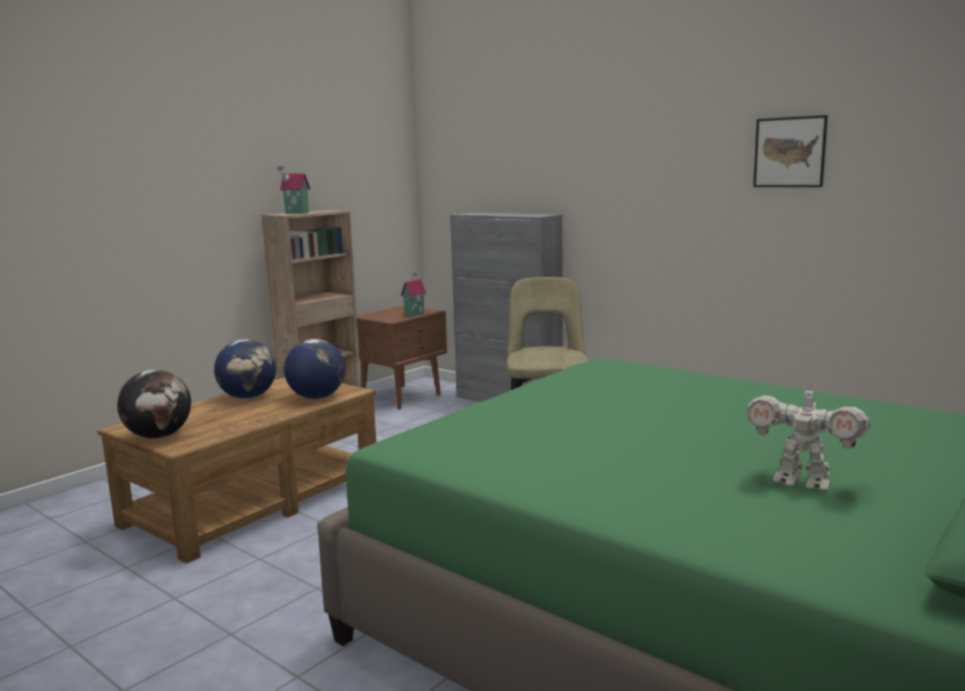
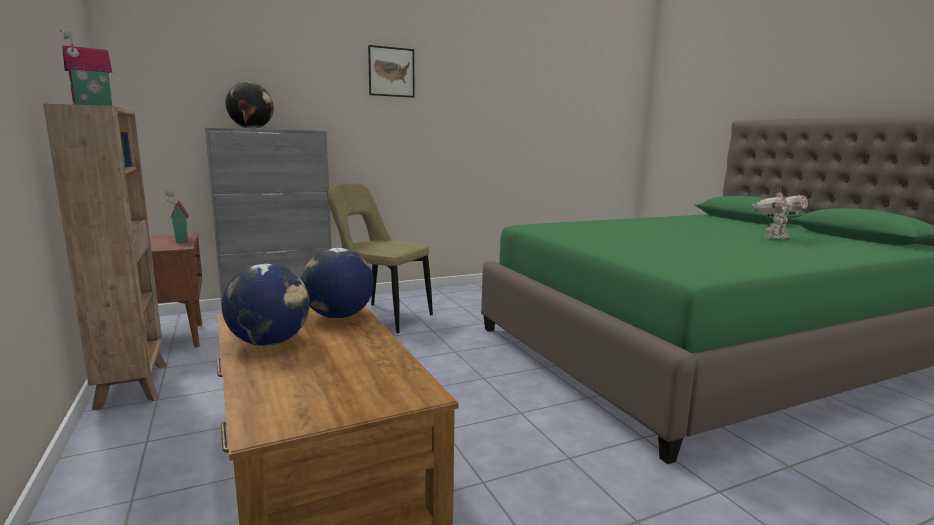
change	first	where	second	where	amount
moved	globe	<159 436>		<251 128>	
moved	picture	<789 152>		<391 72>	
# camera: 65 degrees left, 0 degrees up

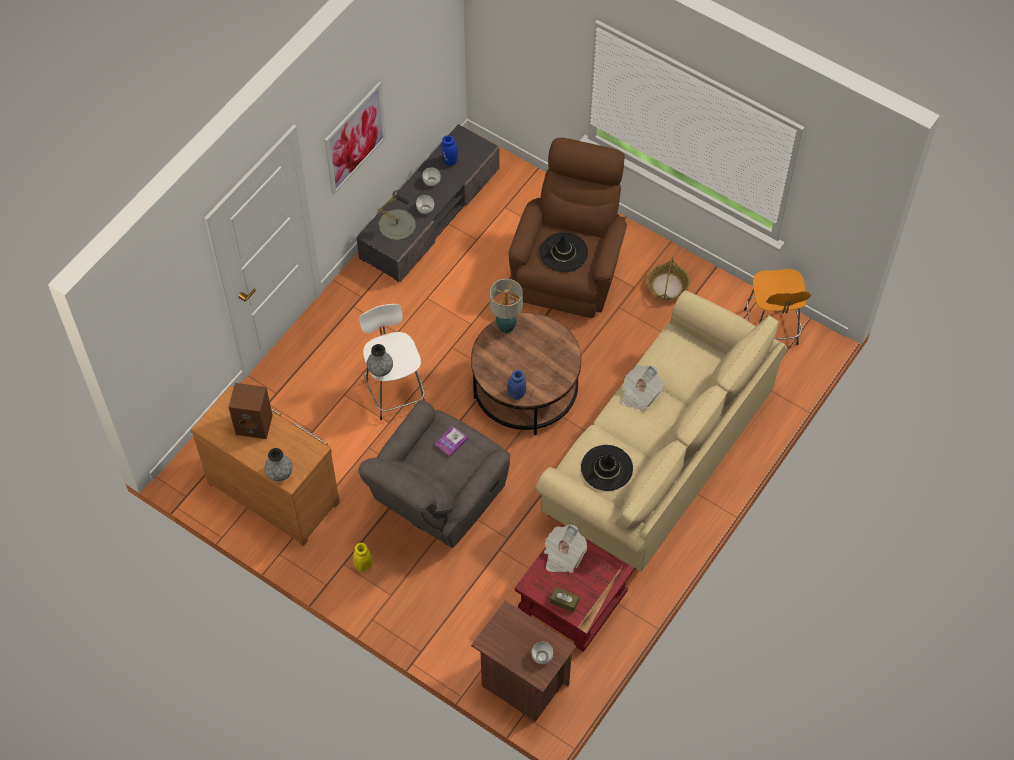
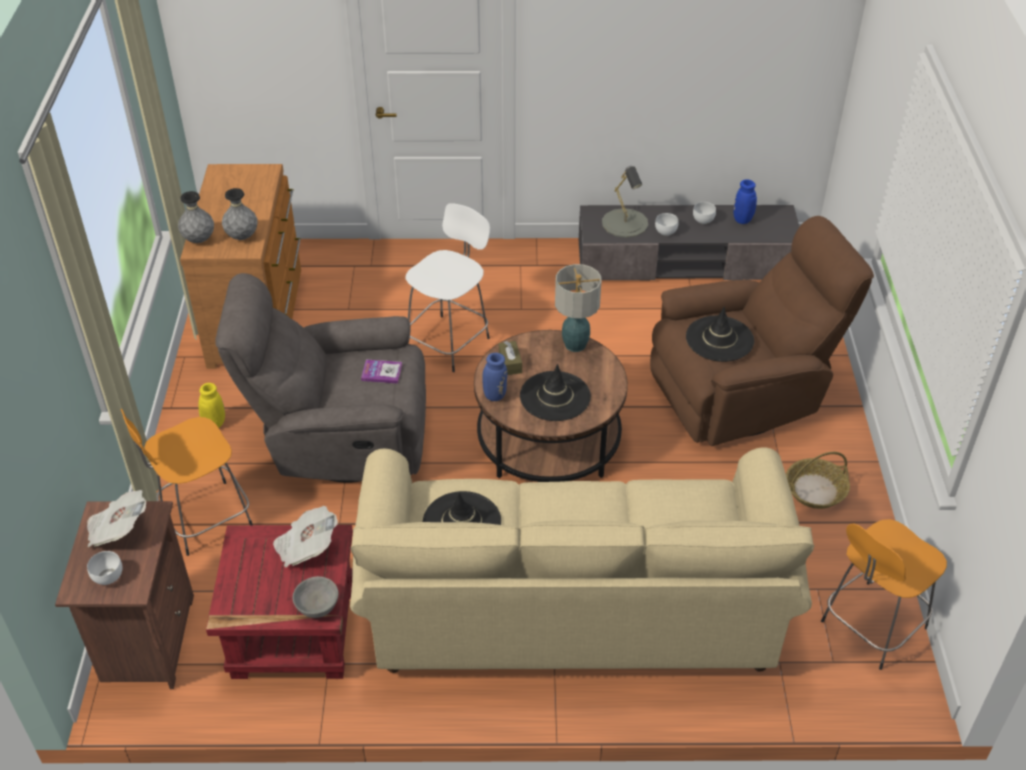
change	first	where	second	where	amount
removed	brown speaker	<255 424>			
removed	picture	<355 138>			
added			orange stool	<203 519>	
added			grey bowl	<317 607>	
added			black hat	<555 396>	
moved	grey vase	<380 370>		<242 237>	
moved	brown tissue box	<564 601>		<510 363>	
moved	newspaper	<639 394>		<118 530>	
# camera: 55 degrees right, 15 degrees down

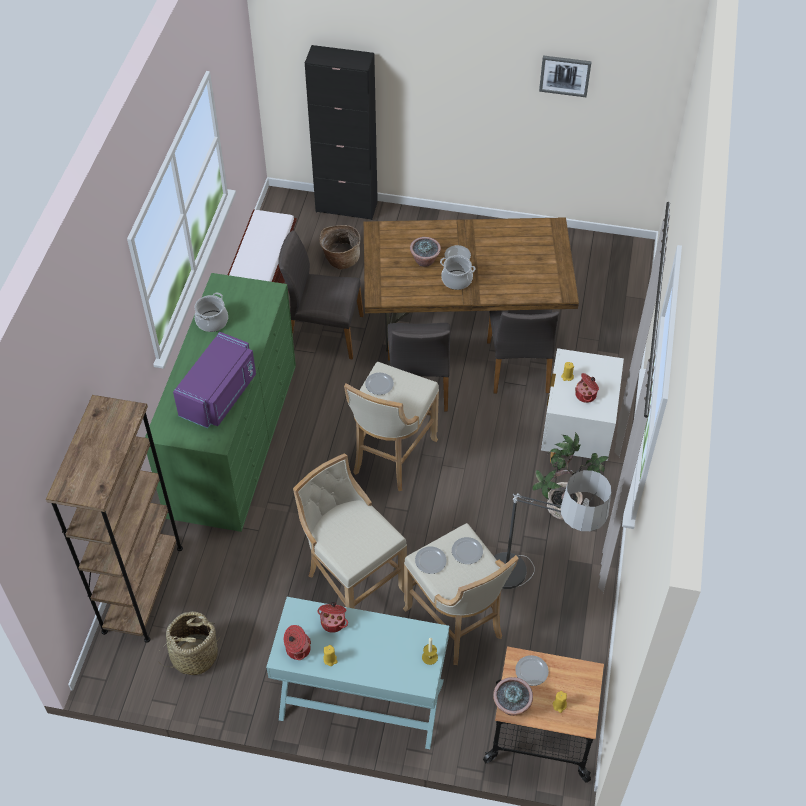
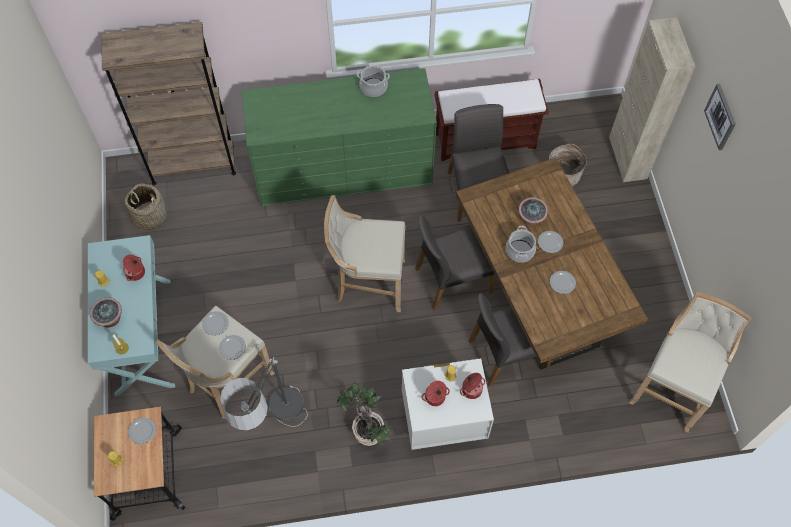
change	first	where	second	where	amount
removed	purple microwave	<220 395>			
moved	cooking pot	<297 649>		<471 389>	
moved	beige stool	<352 583>		<671 387>	
moved	plate	<379 385>		<562 283>	
moved	potted plant	<511 705>		<110 319>	
moved	picture	<565 75>		<721 117>	
recoloured	black cabinet	<346 207>	beige cabinet	<627 158>	
# camera: 70 degrees right, 10 degrees up

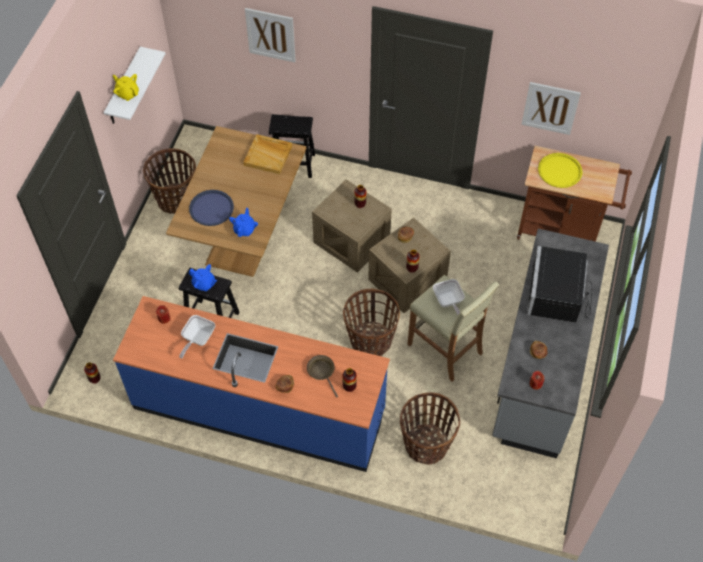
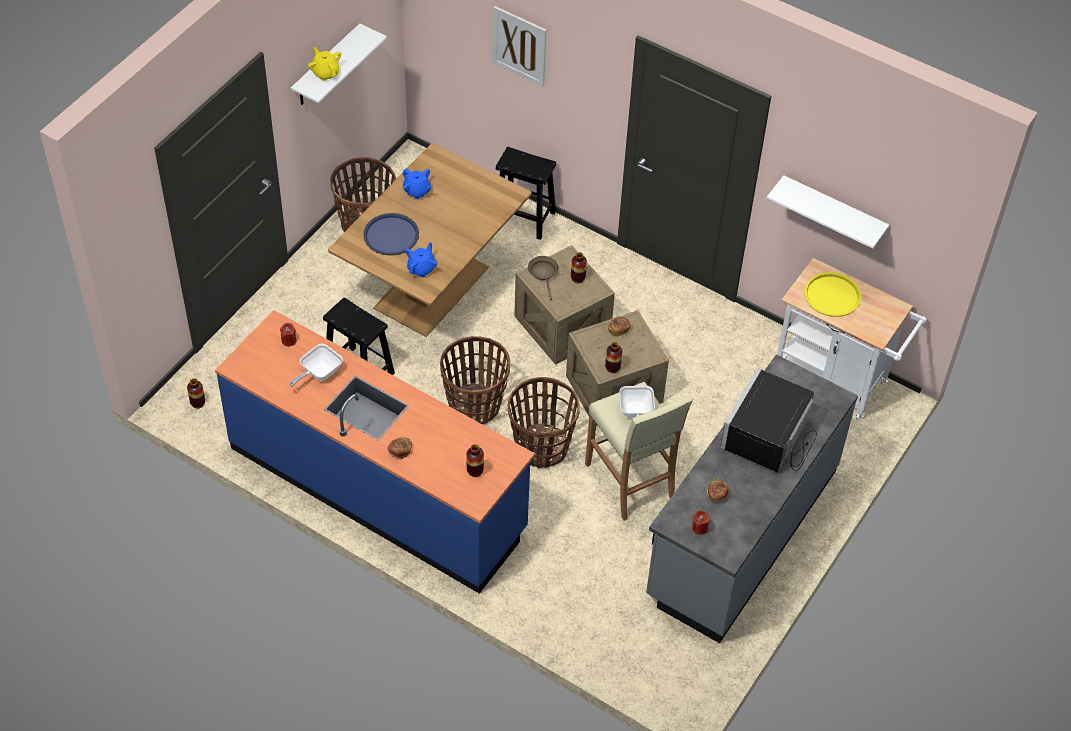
change	first	where	second	where	amount
removed	beige tray	<268 155>			
moved	blue teapot	<204 284>		<417 191>	
moved	brown frying pan	<322 372>		<543 274>	
moved	basket	<426 444>		<474 405>	
replaced	picture	<550 108>	white shelf	<833 211>	
recoloured	brown cart	<563 231>	white cart	<836 382>	
# camera: 15 degrees right, 5 degrees down

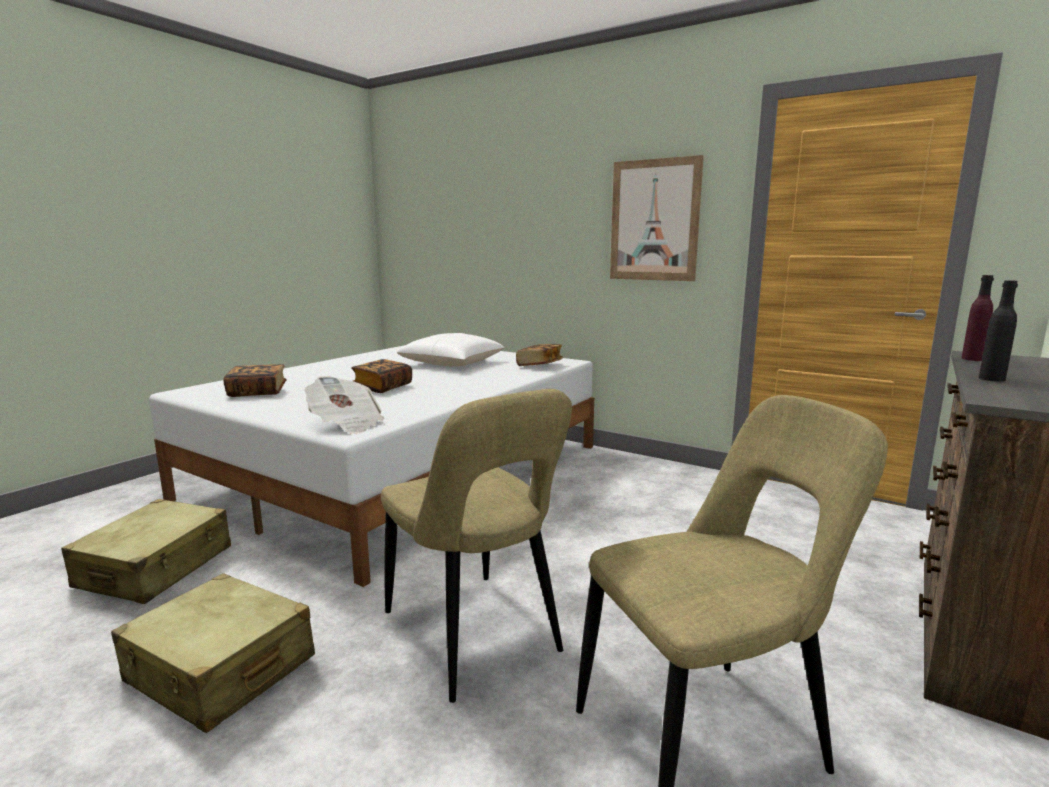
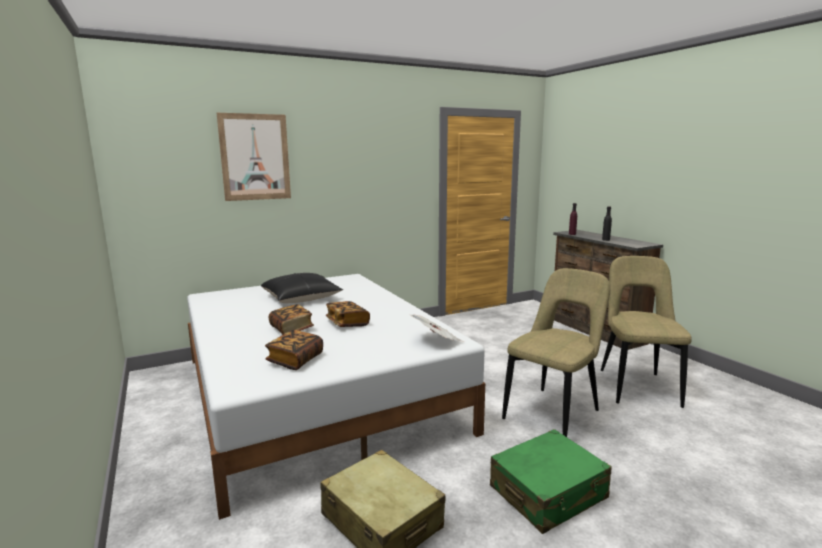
change	first	where	second	where	amount
moved	book	<539 365>		<291 329>	
moved	picture	<654 220>		<255 157>	
recoloured	beige suitcase	<220 670>	green suitcase	<548 493>	
recoloured	white pillow	<452 363>	black pillow	<301 298>	
turned	beige chair	<475 637>		<554 413>	45 degrees counterclockwise
# camera: 60 degrees left, 0 degrees up

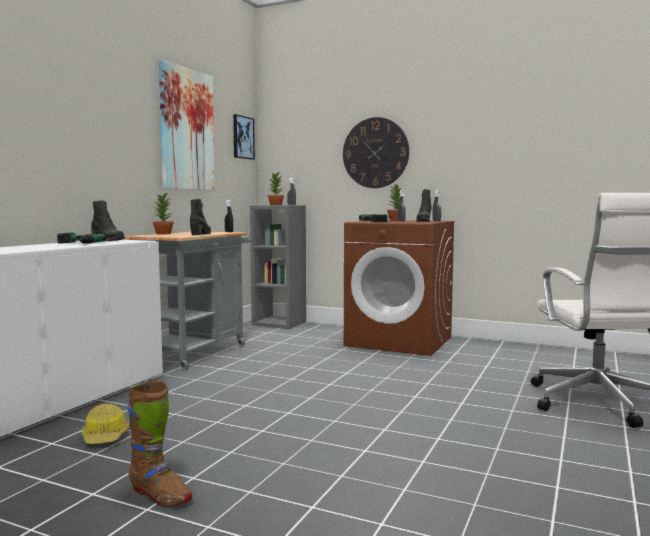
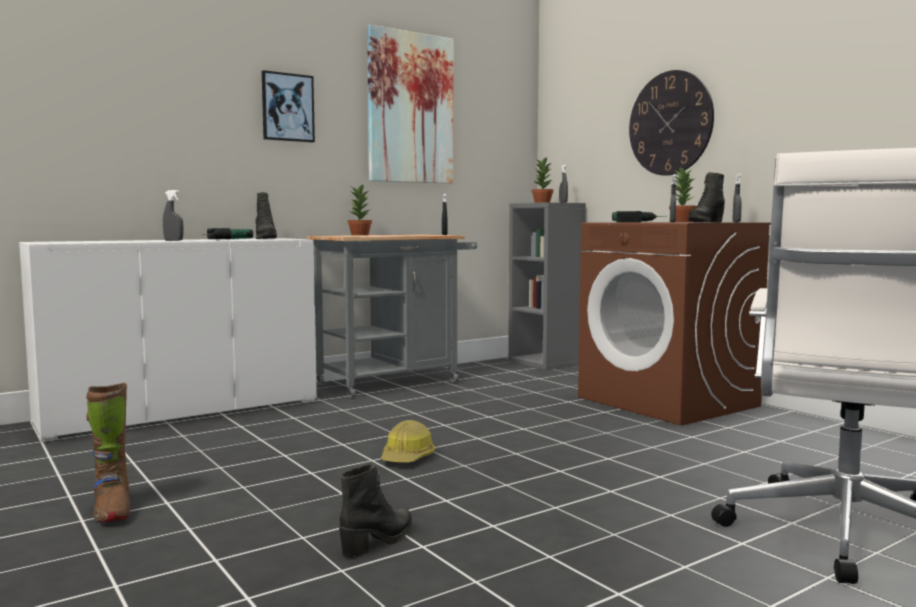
change	first	where	second	where	amount
added			grey spray bottle	<173 240>	
moved	hard hat	<105 437>		<407 458>	
moved	black boot	<201 234>		<379 541>	
moved	picture	<242 137>		<287 107>	
# camera: 30 degrees right, 0 degrees up

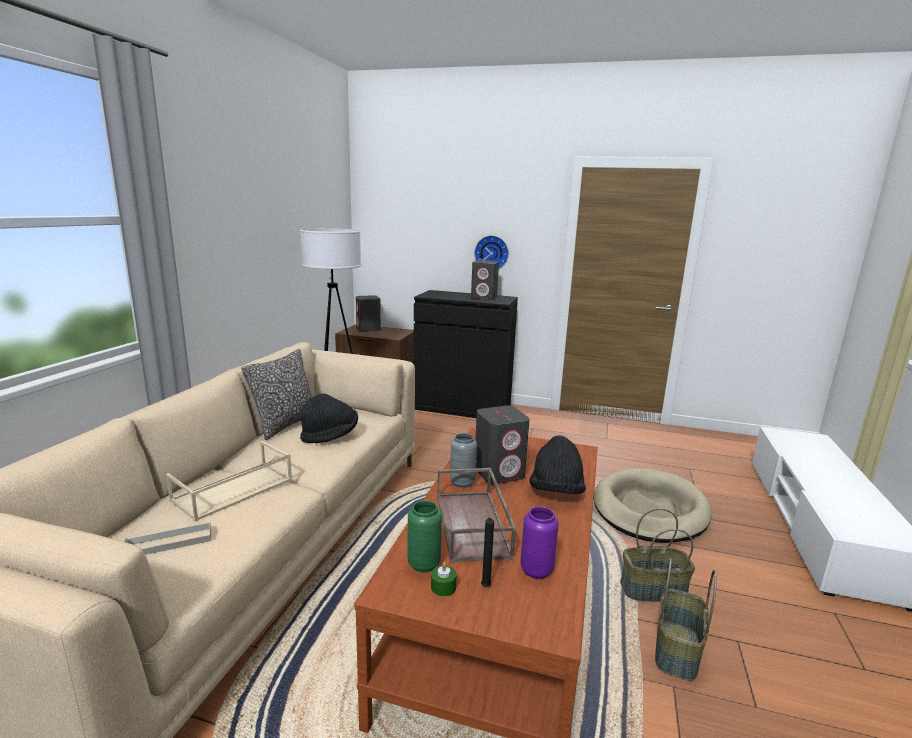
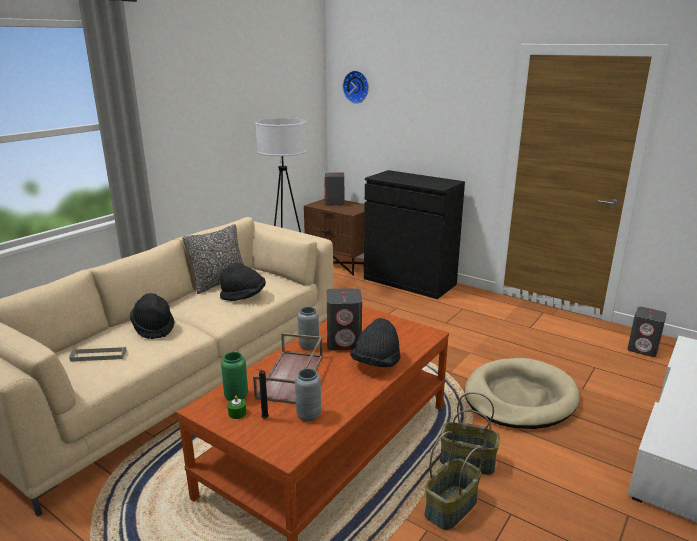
change	first	where	second	where	amount
moved	grey speaker	<484 298>		<643 349>	
moved	wall clock	<492 253>		<357 86>	
replaced	beige tray	<232 490>	black hat	<154 328>	
recoloured	purple vase	<536 570>	grey vase	<308 415>	
# camera: 20 degrees right, 5 degrees up

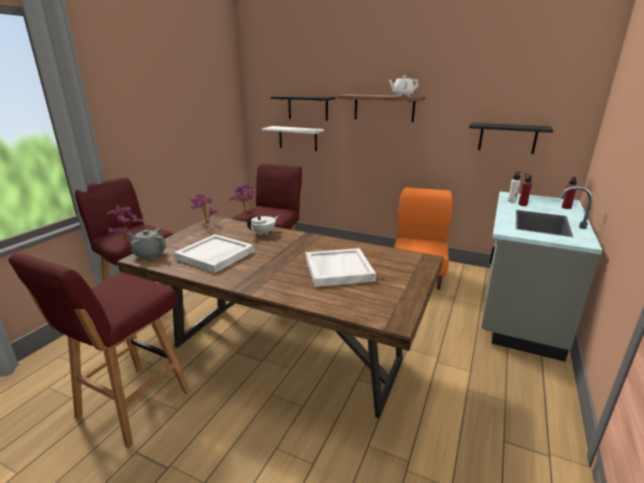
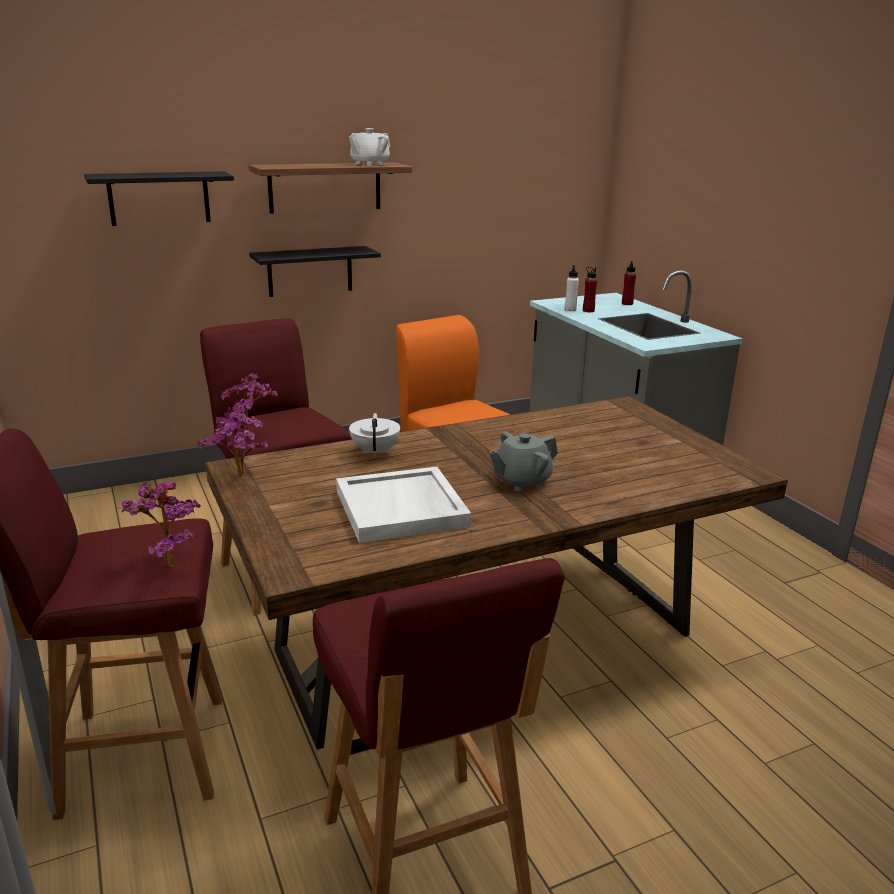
change	first	where	second	where	amount
removed	white shelf	<298 138>			
removed	white tray	<338 269>			
moved	grey teapot	<150 255>		<521 481>	
moved	black shelf	<507 138>		<310 271>	
# camera: 50 degrees left, 0 degrees up

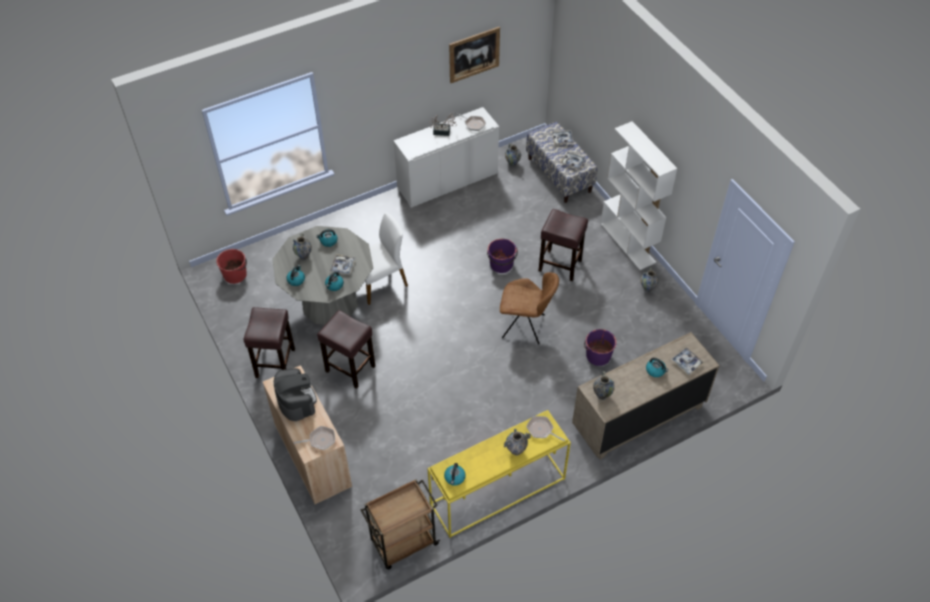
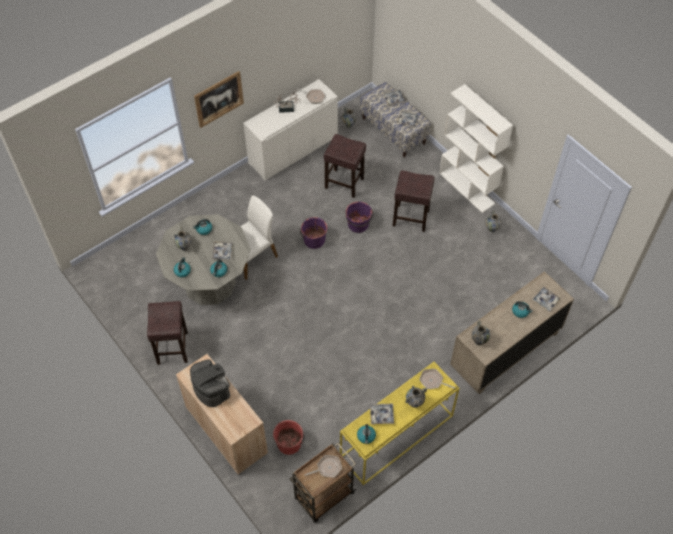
change	first	where	second	where	amount
removed	brown chair	<525 327>			
added			tray	<381 415>	
moved	red bucket	<235 274>		<289 443>	
moved	frying pan	<320 440>		<327 468>	
moved	brown stool	<351 369>		<345 183>	
moved	picture	<474 54>		<219 99>	
moved	purple bucket	<598 355>		<314 240>	
# camera: 10 degrees left, 5 degrees up

